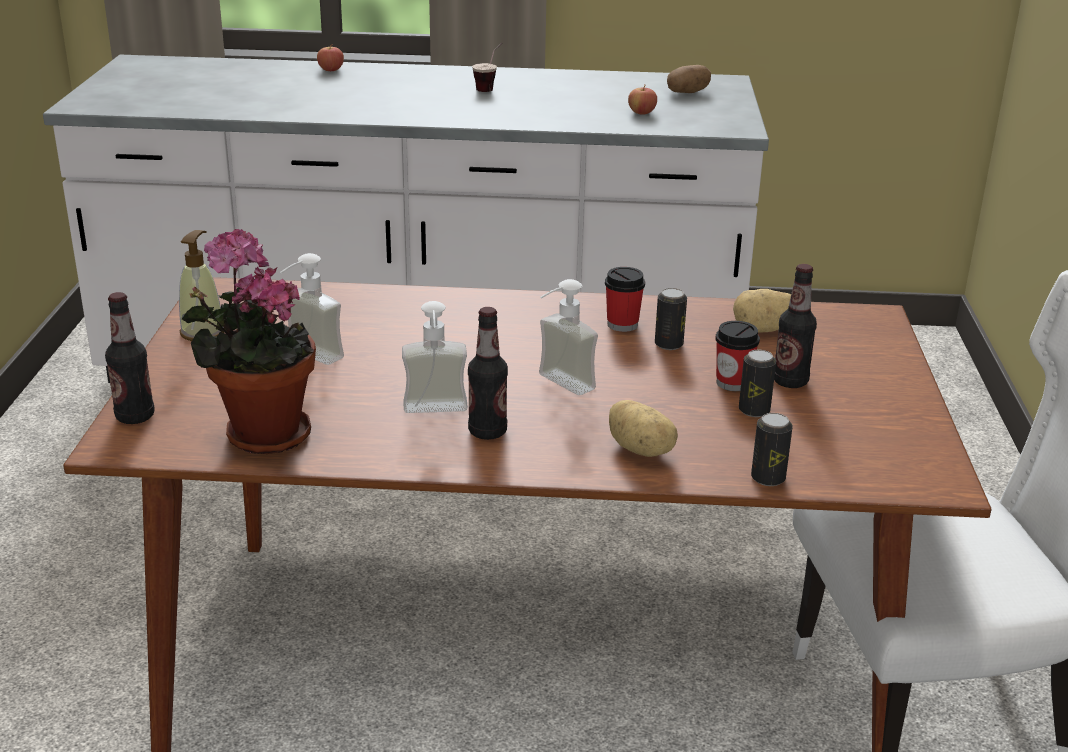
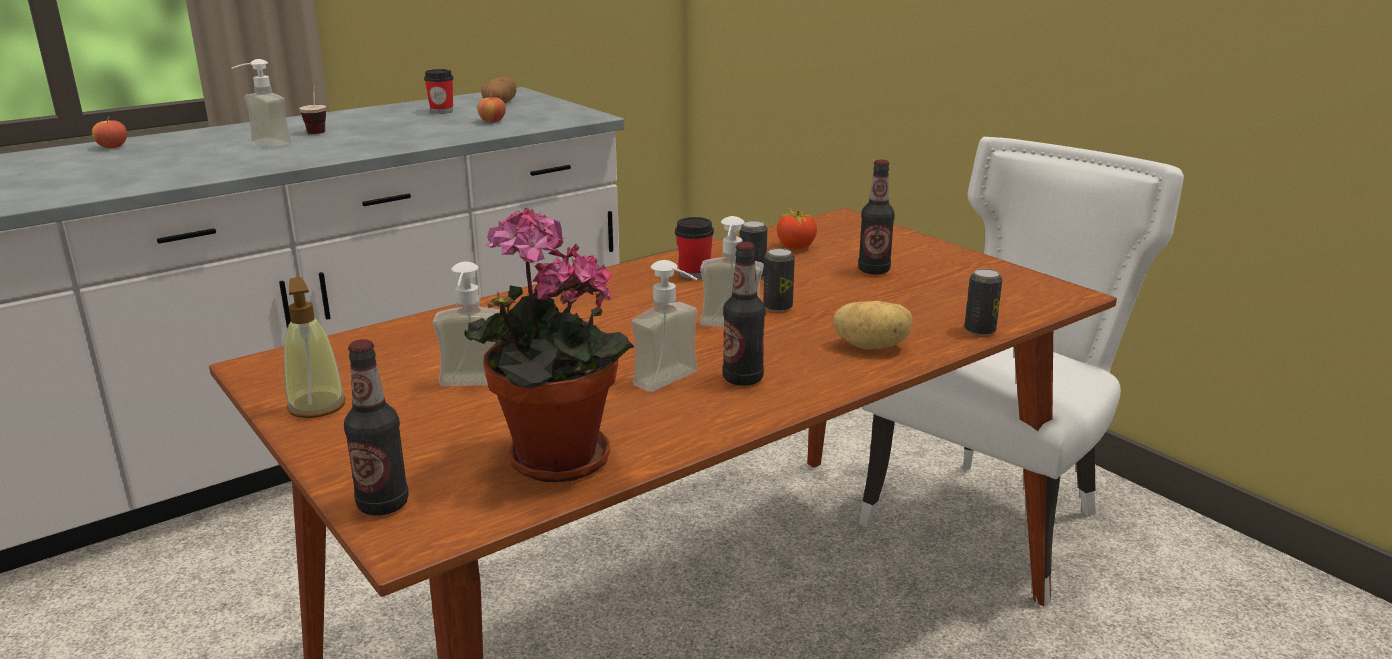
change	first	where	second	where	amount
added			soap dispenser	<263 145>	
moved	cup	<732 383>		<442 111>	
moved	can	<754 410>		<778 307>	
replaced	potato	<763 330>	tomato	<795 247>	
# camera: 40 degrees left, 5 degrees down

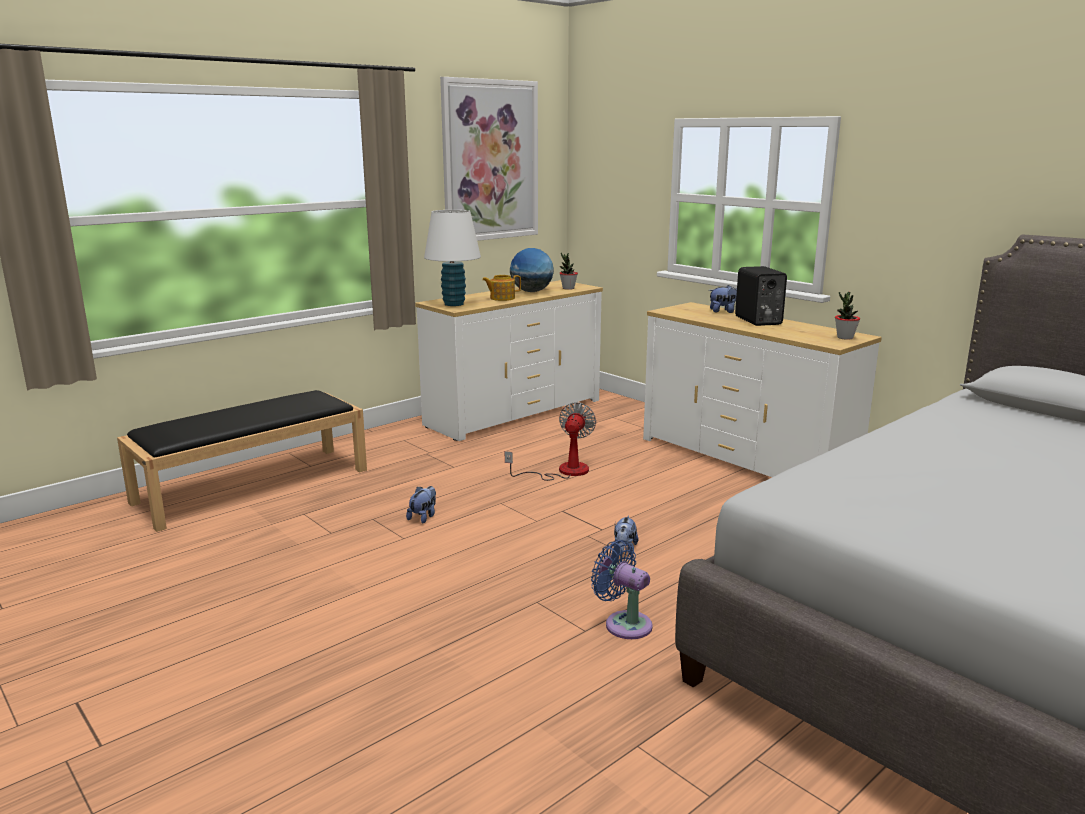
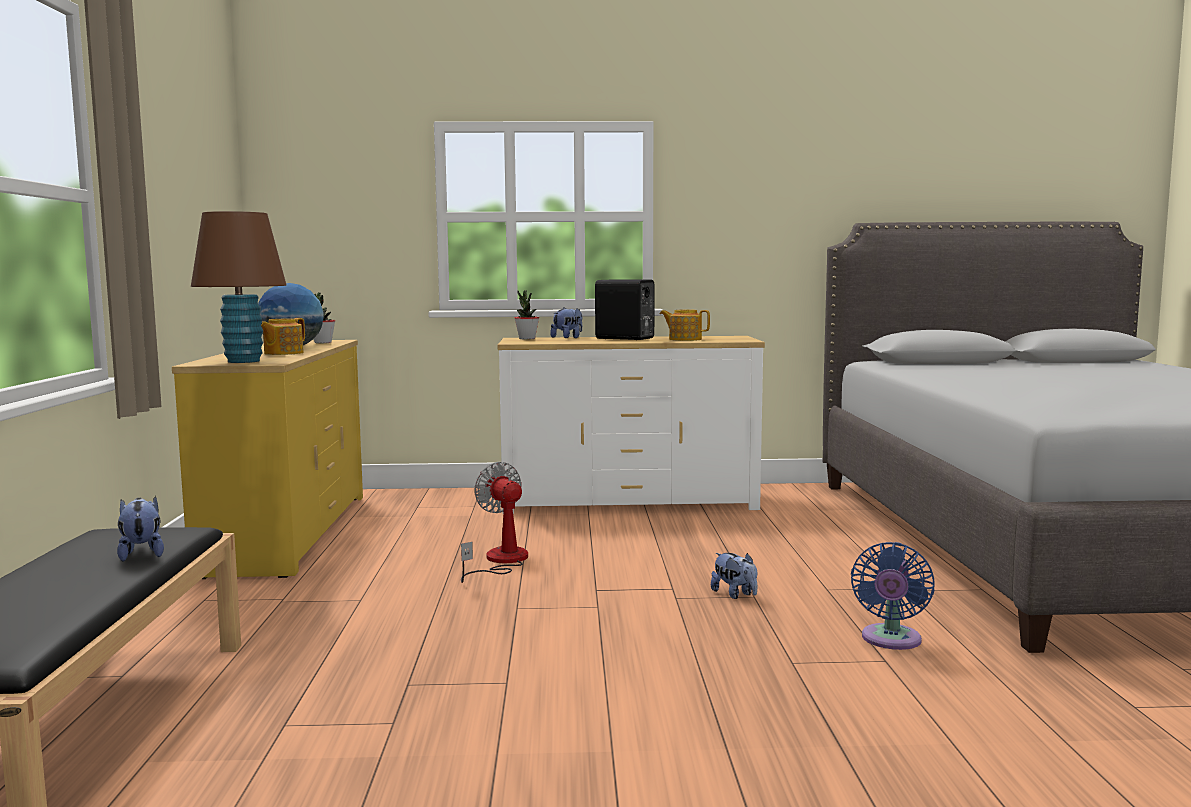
change	first	where	second	where	amount
removed	picture	<490 161>			
added			teapot	<684 339>	
moved	plush toy	<423 517>		<141 554>	
moved	potted plant	<845 337>		<527 338>	
recoloured	white dresser	<514 413>	yellow dresser	<287 533>	
recoloured	white table lamp	<453 304>	brown table lamp	<243 361>	
turned	blue fan	<624 623>		<890 640>	60 degrees counterclockwise
# camera: 50 degrees left, 10 degrees down

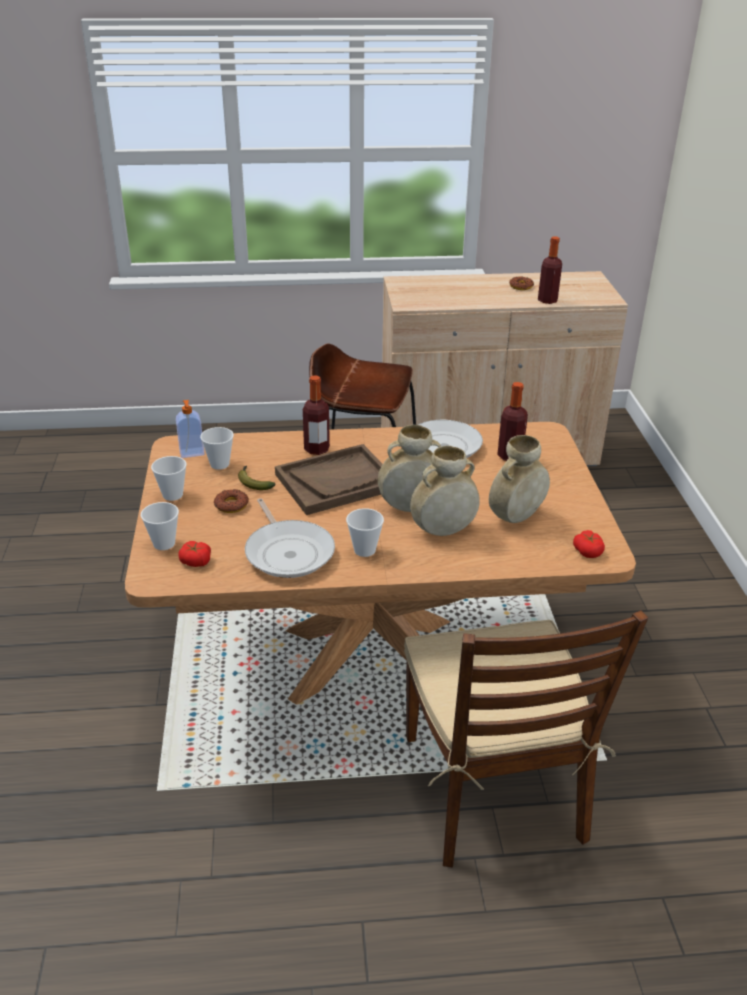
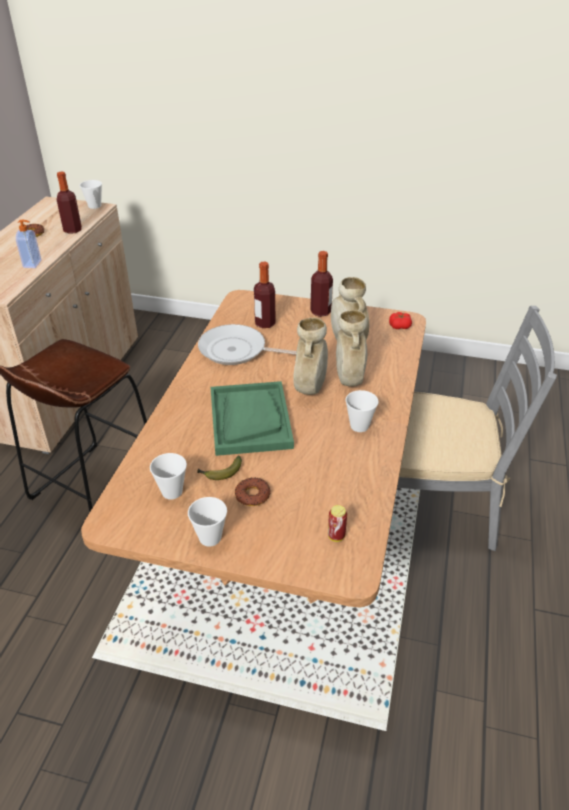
change	first	where	second	where	amount
removed	frying pan	<288 552>			
moved	cup	<164 543>		<94 206>	
moved	soap dispenser	<192 453>		<33 264>	
moved	bottle	<316 449>		<320 312>	
replaced	tomato	<195 561>	can	<336 536>	
recoloured	brown tray	<336 481>	green tray	<250 420>	
recoloured	brown chair	<493 788>	grey chair	<436 504>	
# camera: 70 degrees left, 5 degrees up

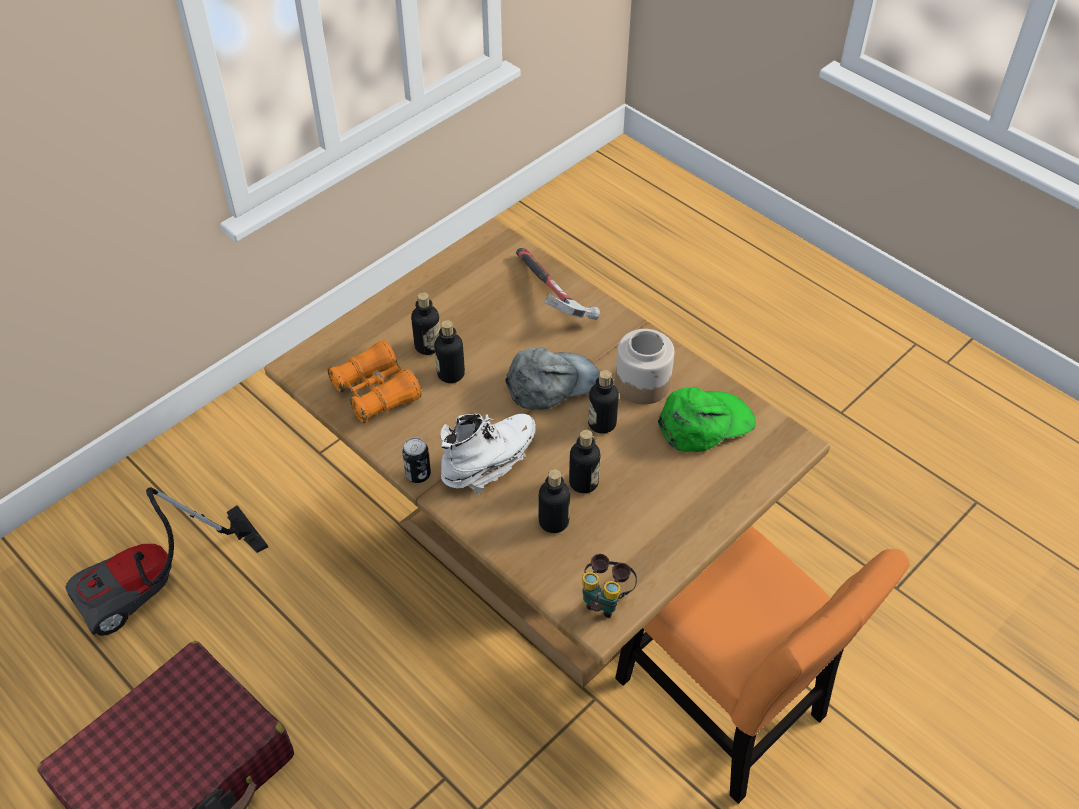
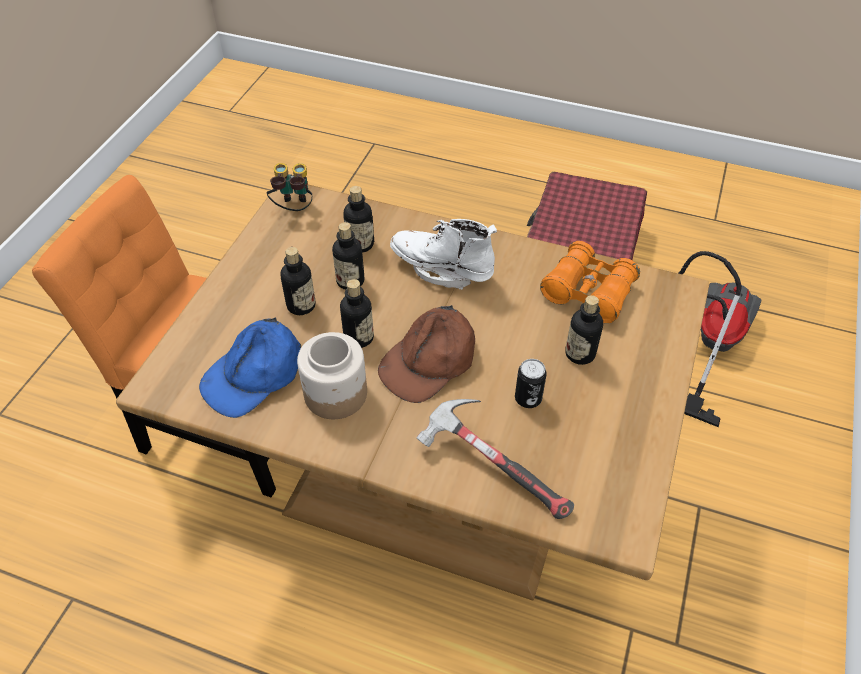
change	first	where	second	where	amount
moved	can	<418 474>		<528 399>	
moved	bottle	<451 374>		<301 305>	
recoloured	grey cap	<552 383>	brown cap	<429 361>	
recoloured	green cap	<705 423>	blue cap	<254 374>	
turned	white boot	<489 462>		<442 269>	90 degrees clockwise
# camera: 155 degrees right, 0 degrees up

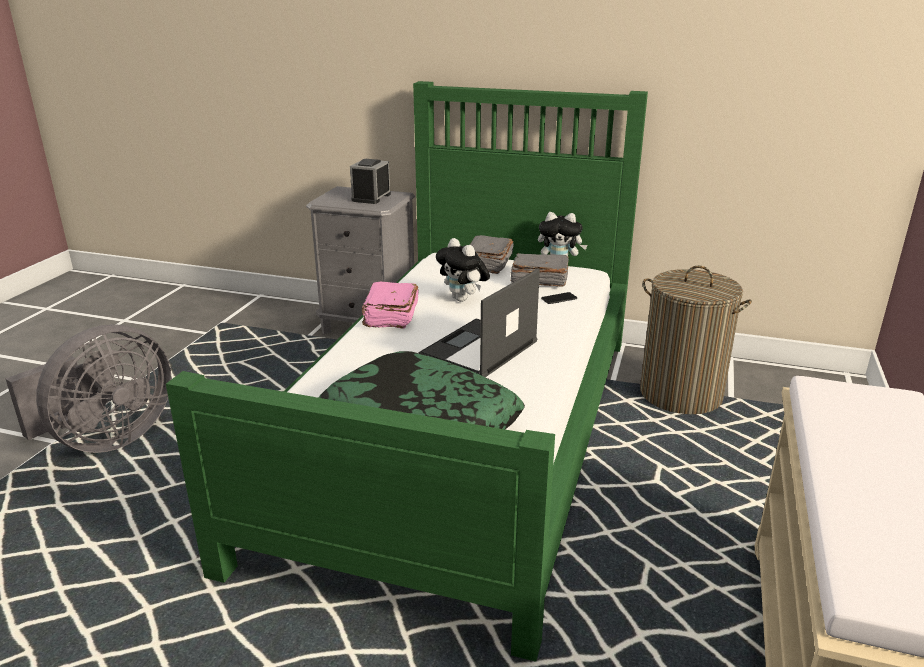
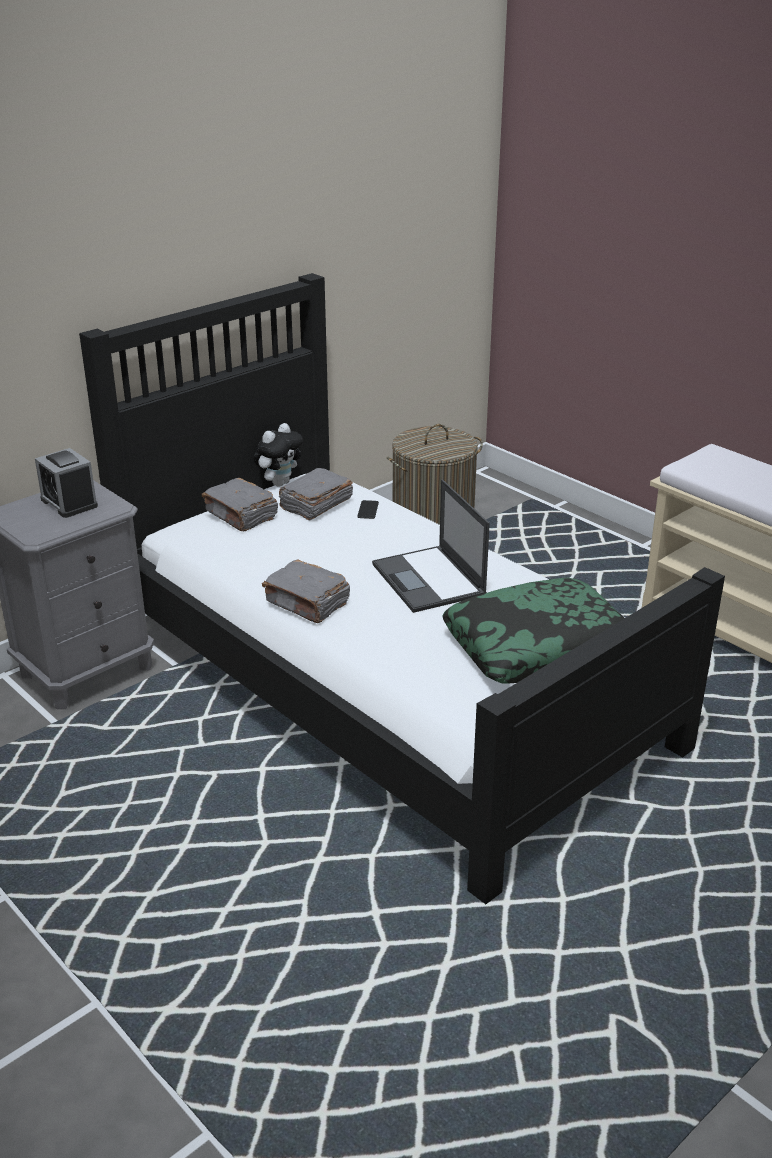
change	first	where	second	where	amount
removed	grey fan	<107 439>			
removed	plush toy	<463 299>			
recoloured	green bed	<462 433>	black bed	<384 683>	
recoloured	pink book	<390 316>	grey book	<307 603>	
# camera: 60 degrees left, 5 degrees up

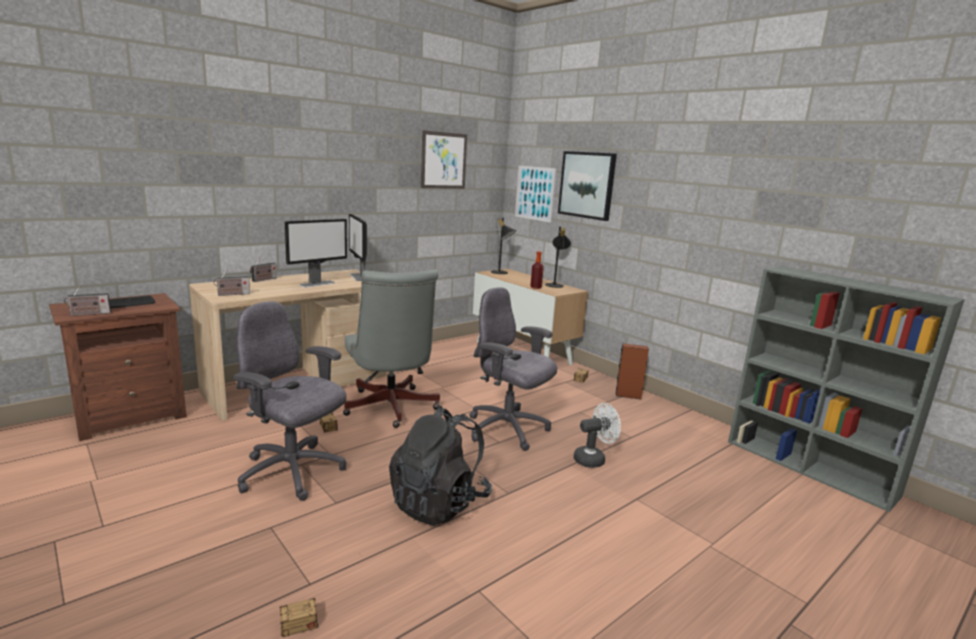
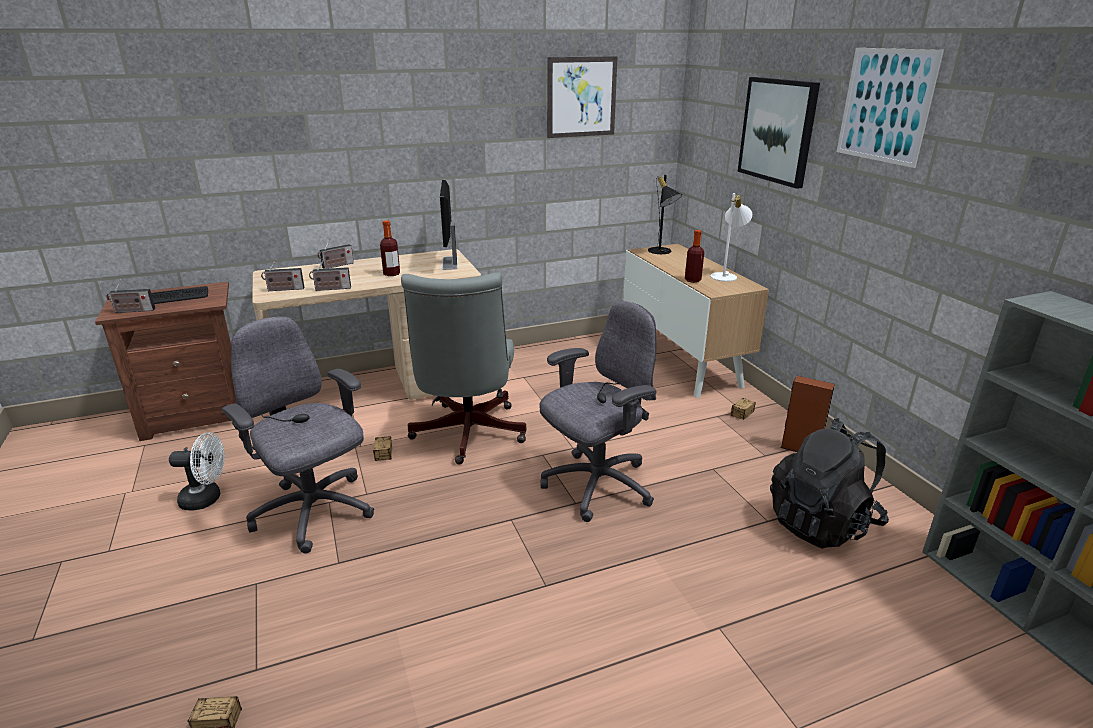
change	first	where	second	where	amount
added			radio	<331 289>	
moved	black backpack	<439 504>		<822 523>	
moved	picture	<535 193>		<885 105>	
moved	white fan	<593 459>		<207 499>	
replaced	monitor	<317 284>	bottle	<391 274>	
recoloured	black table lamp	<555 284>	white table lamp	<726 275>	
turned	grey office chair	<508 430>		<596 486>	90 degrees clockwise
# camera: 20 degrees right, 10 degrees up

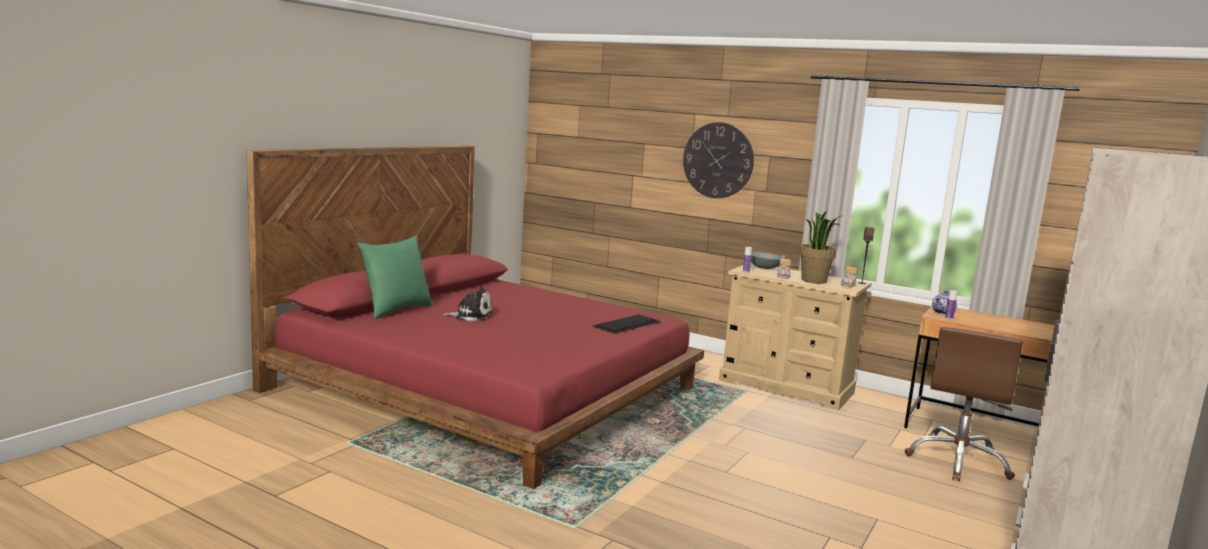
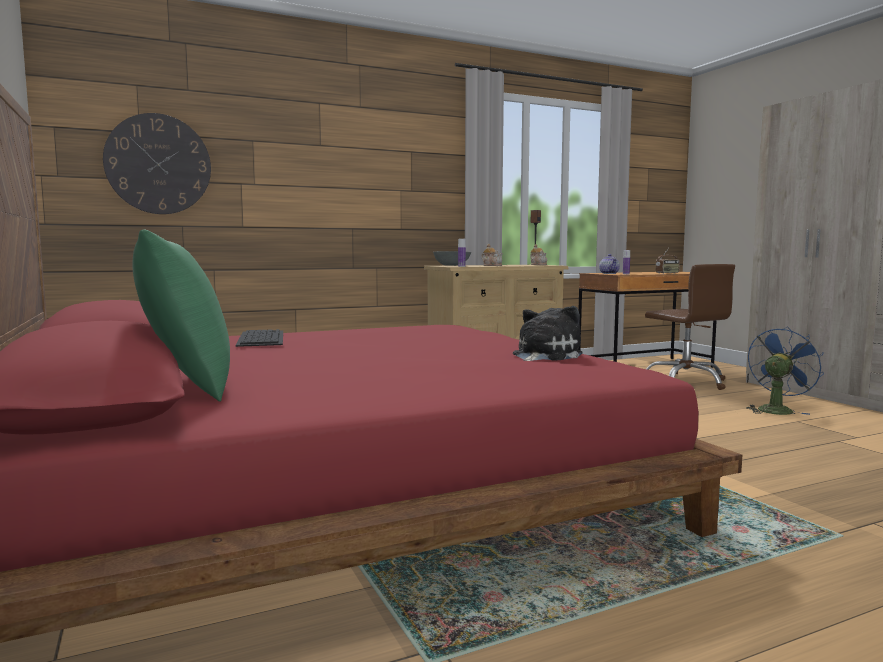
change	first	where	second	where	amount
removed	potted plant	<814 280>			
added			radio	<667 273>	
added			blue fan	<777 410>	
moved	plush toy	<471 316>		<544 356>	
moved	keyboard	<627 323>		<260 338>	
moved	wall clock	<718 160>		<158 164>	
# camera: 55 degrees left, 5 degrees down

